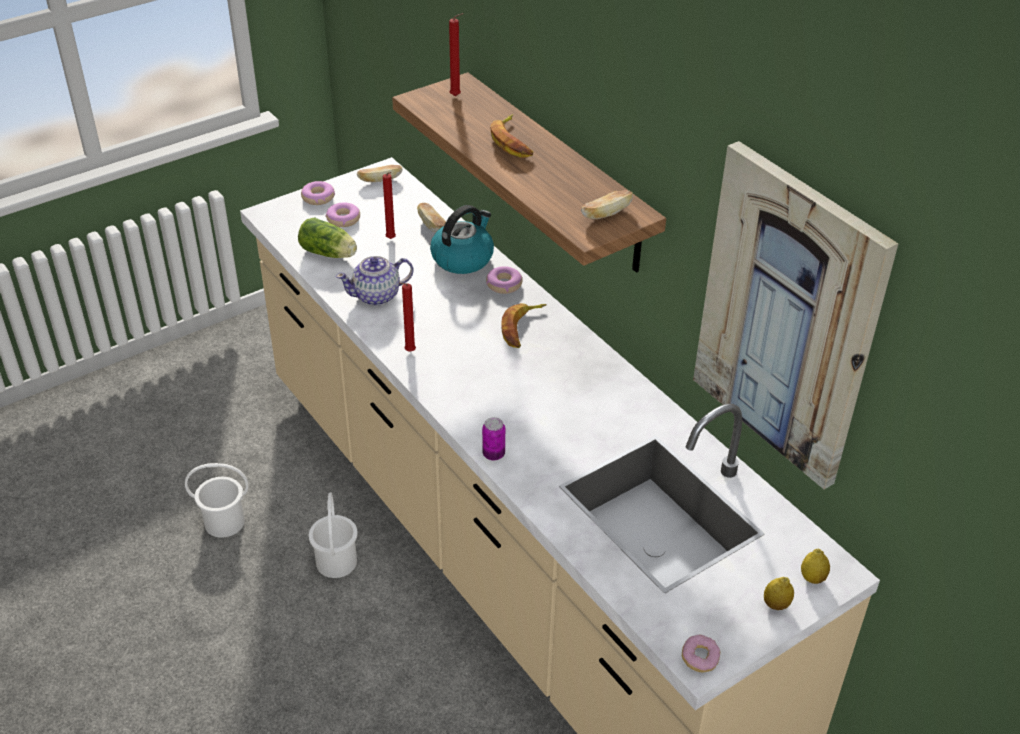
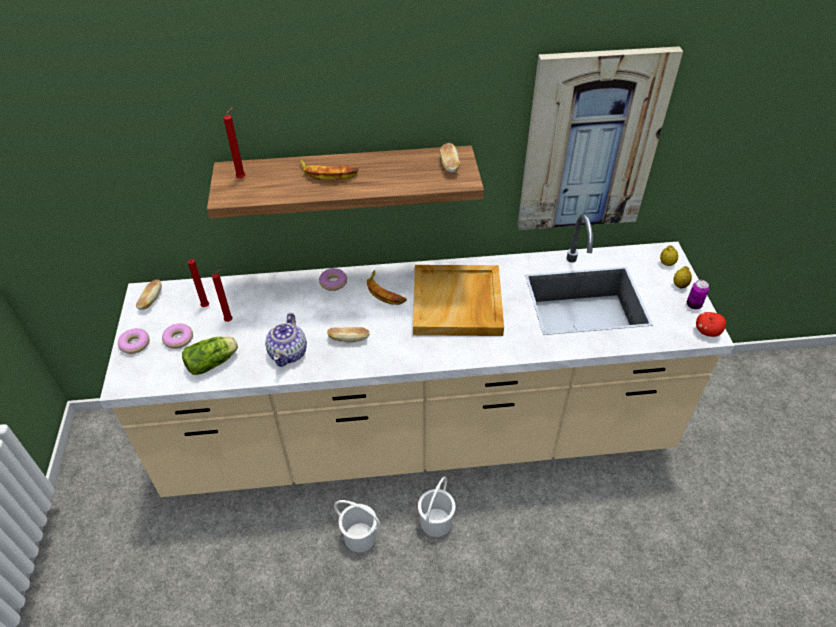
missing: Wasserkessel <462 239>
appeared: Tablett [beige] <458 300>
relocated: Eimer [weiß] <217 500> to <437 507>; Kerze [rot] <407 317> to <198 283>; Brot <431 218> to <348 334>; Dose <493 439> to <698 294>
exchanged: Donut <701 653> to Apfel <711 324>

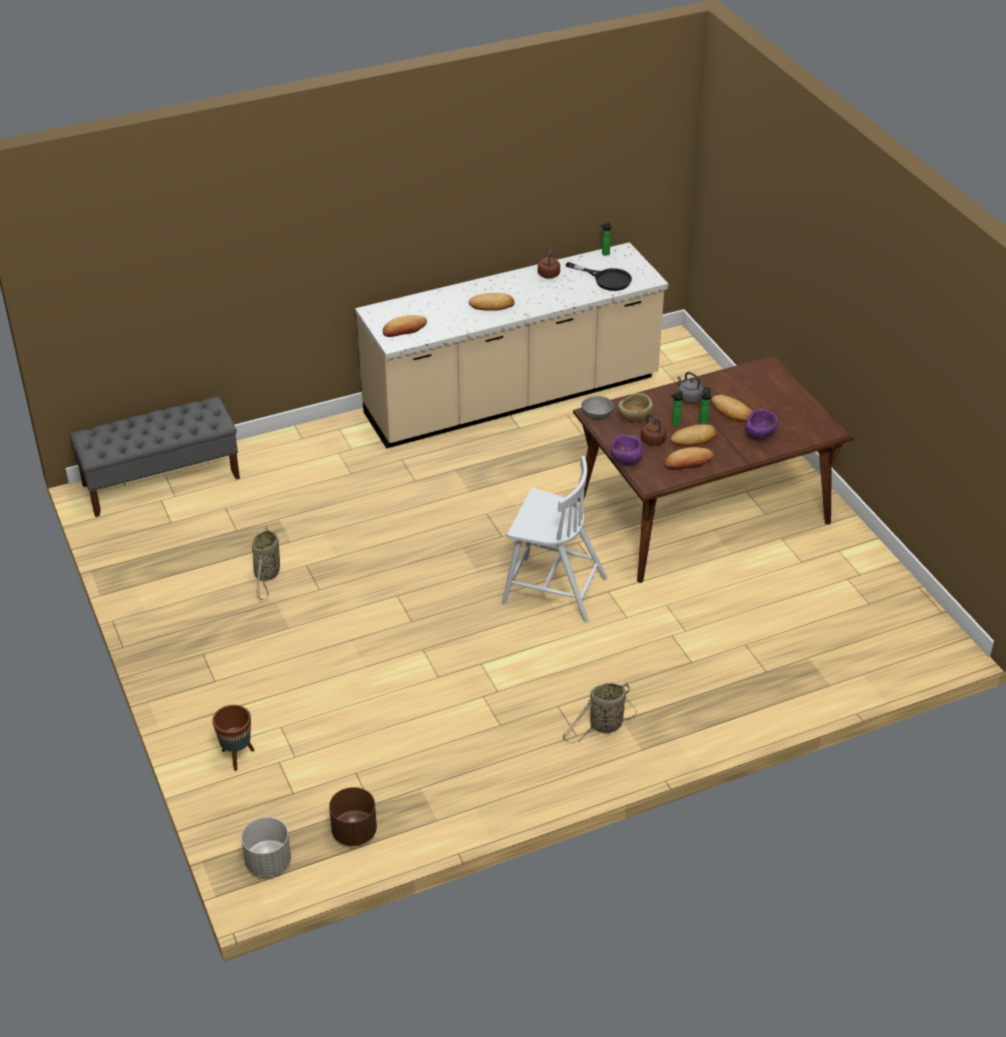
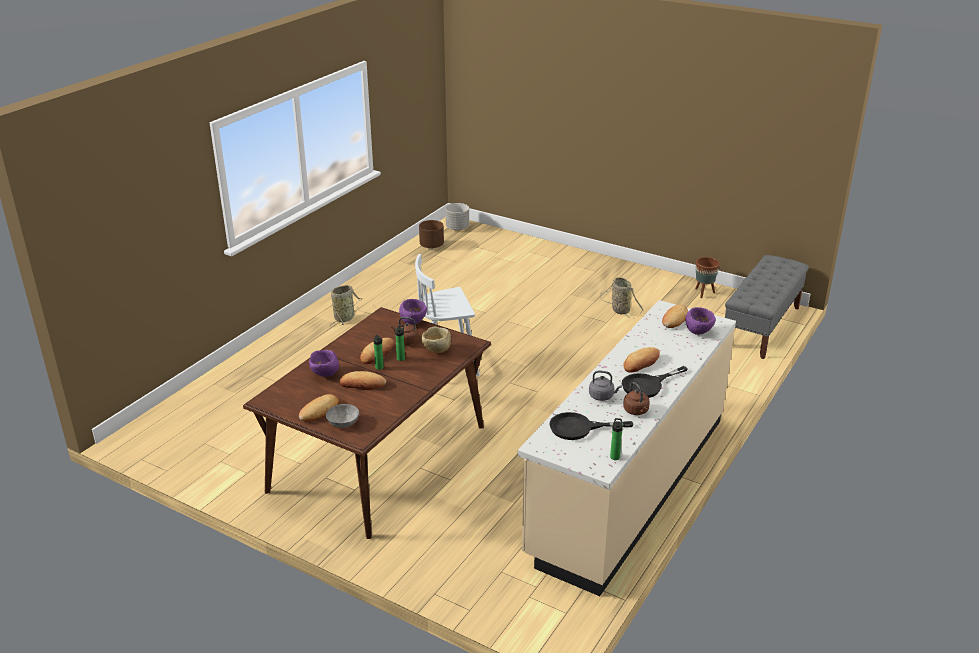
appeared: Pfanne [schwarz] <655 382>; Schüssel [lila] <700 321>
relocated: Pflanzkübel [braun] <233 738> to <707 277>; Schüssel [grau] <597 407> to <342 416>; Brot <689 458> to <319 408>; Wasserkessel [grau] <690 387> to <605 386>

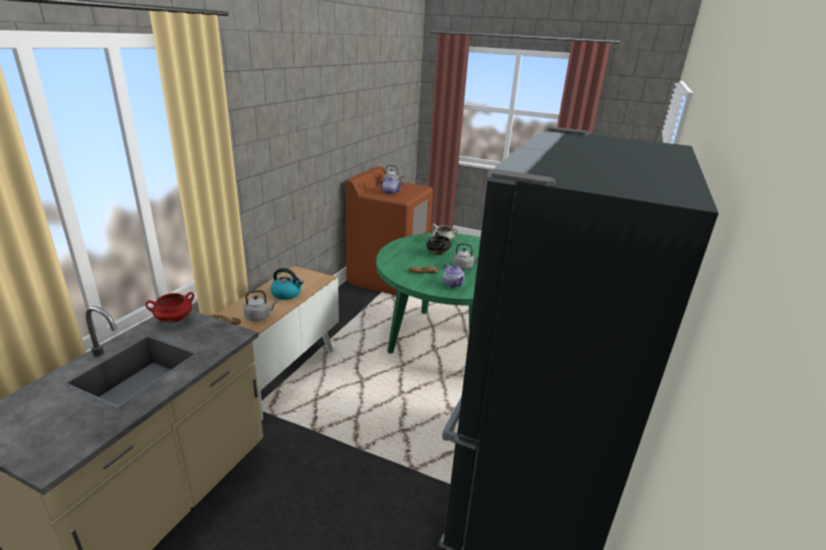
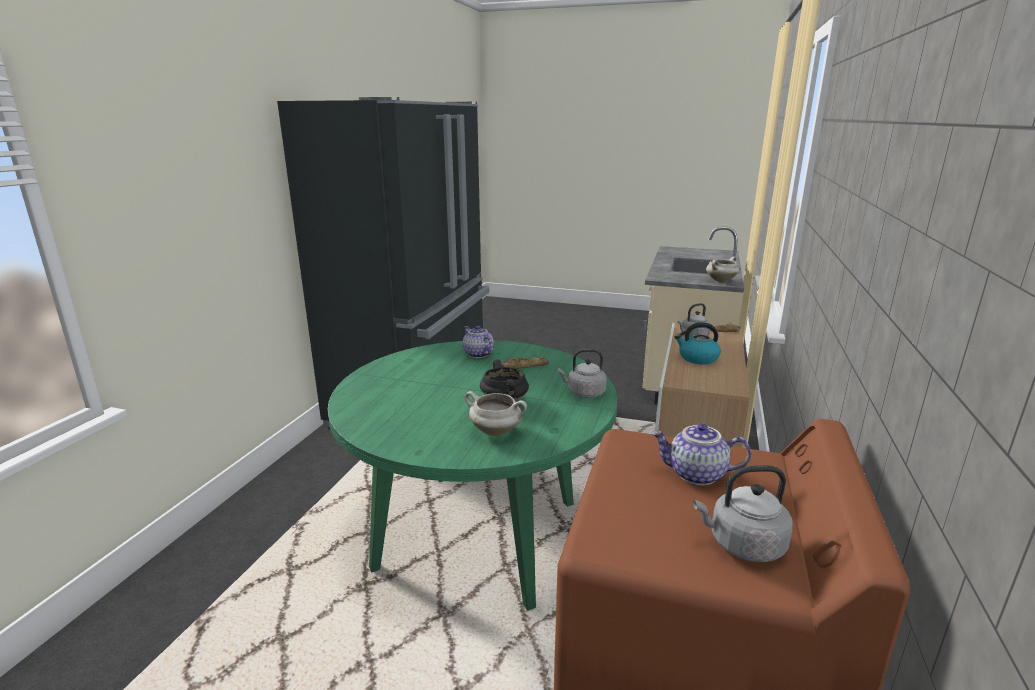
relocated: Wasserkessel [grau] <465 256> to <582 373>
colour: Kochtopf [rot] <169 307> to Kochtopf [weiß] <722 269>

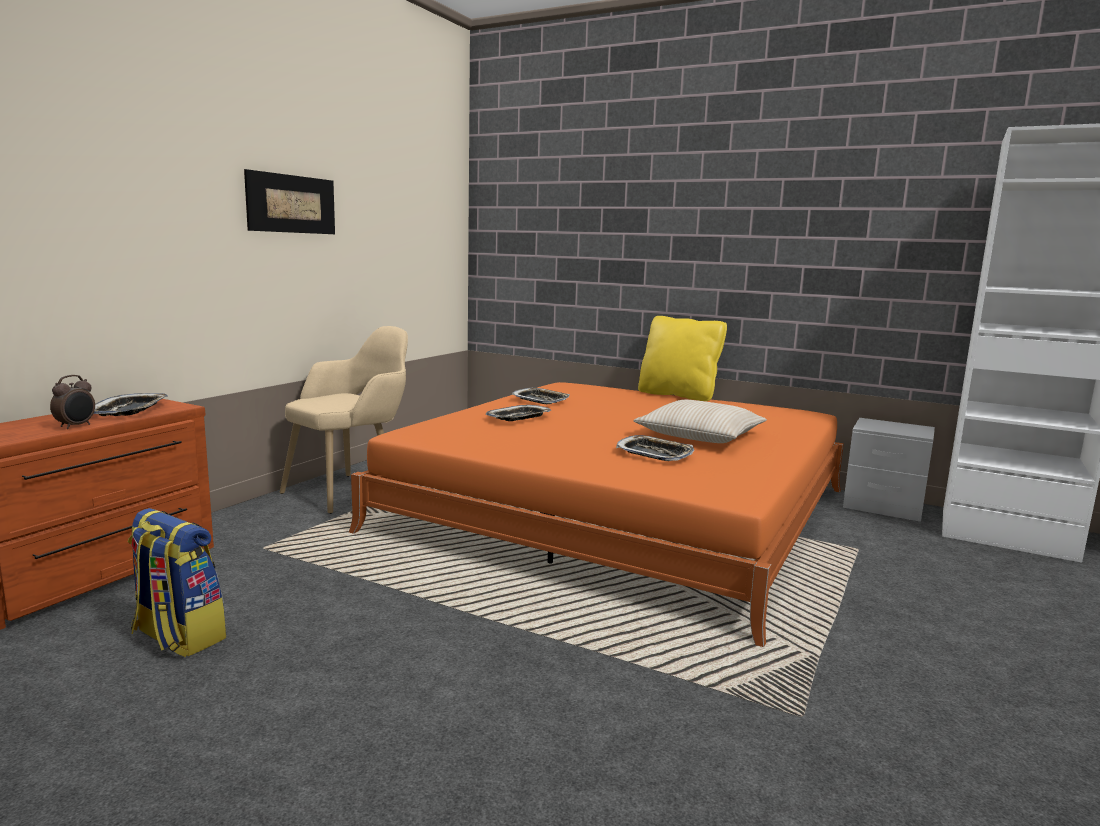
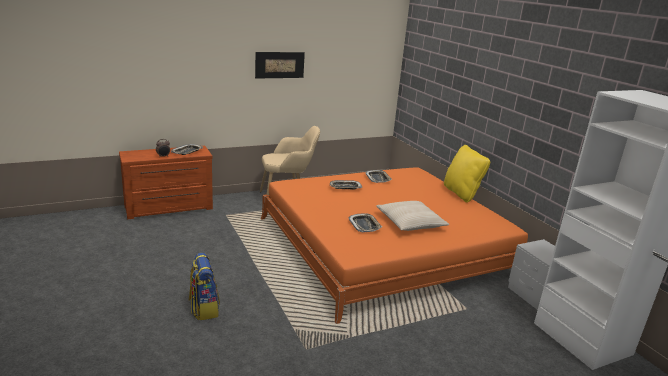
relocated: Rucksack <177 582> to <204 286>

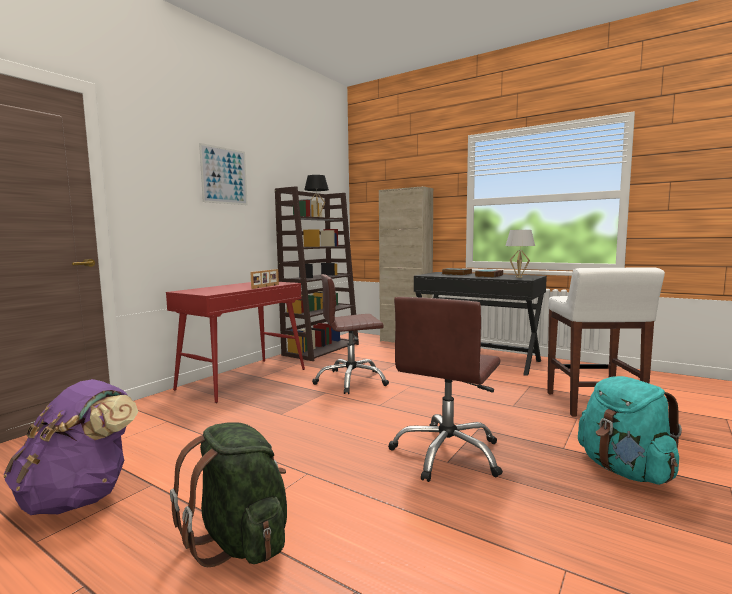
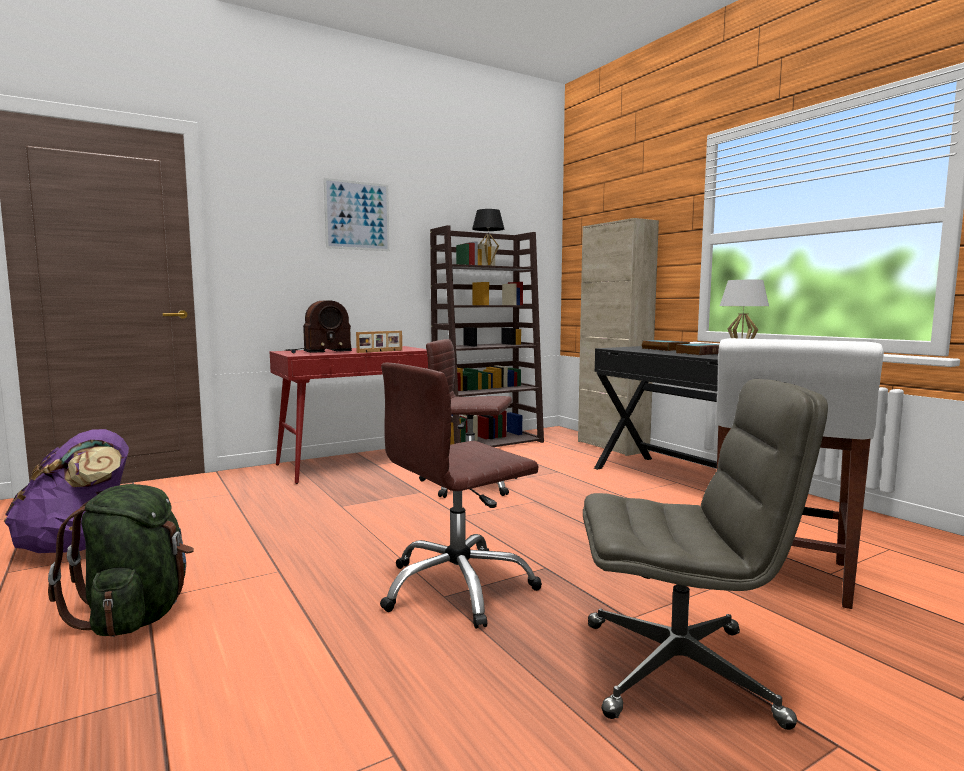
appeared: Radio <318 326>
exchanged: Rucksack [türkis] <630 430> to Bürostuhl [grau] <705 554>

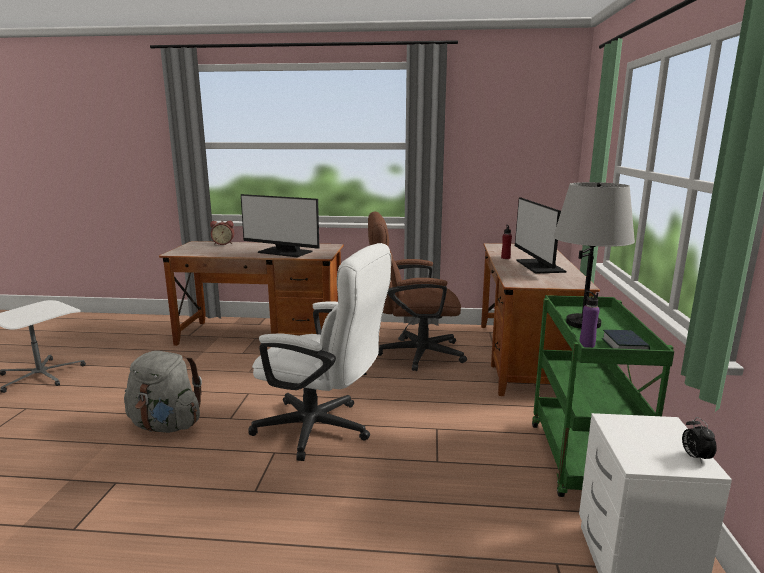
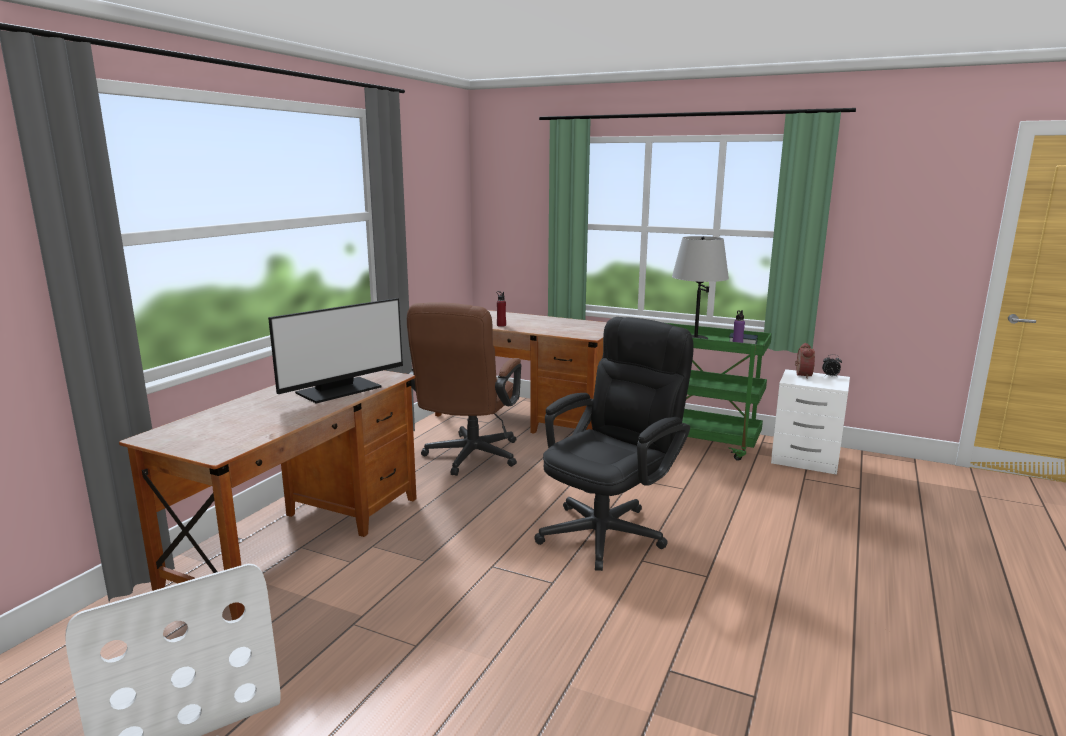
missing: Rucksack [grau] <163 392>; Monitor <540 236>
relocated: Wecker <222 233> to <805 360>
colour: Bürostuhl [weiß] <319 352> to Bürostuhl [schwarz] <614 444>

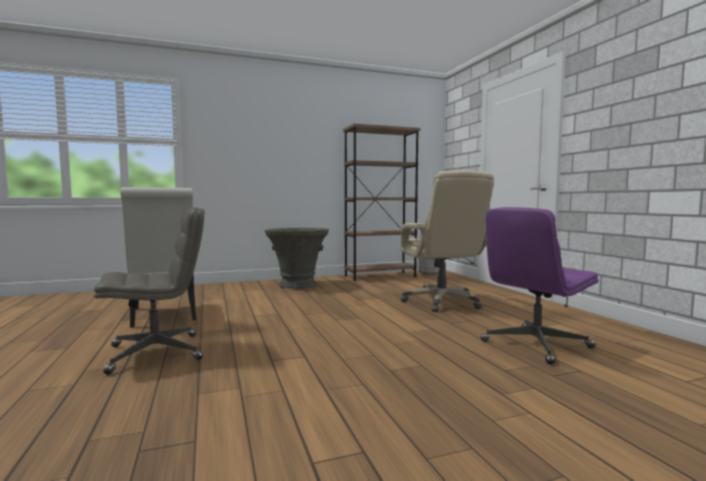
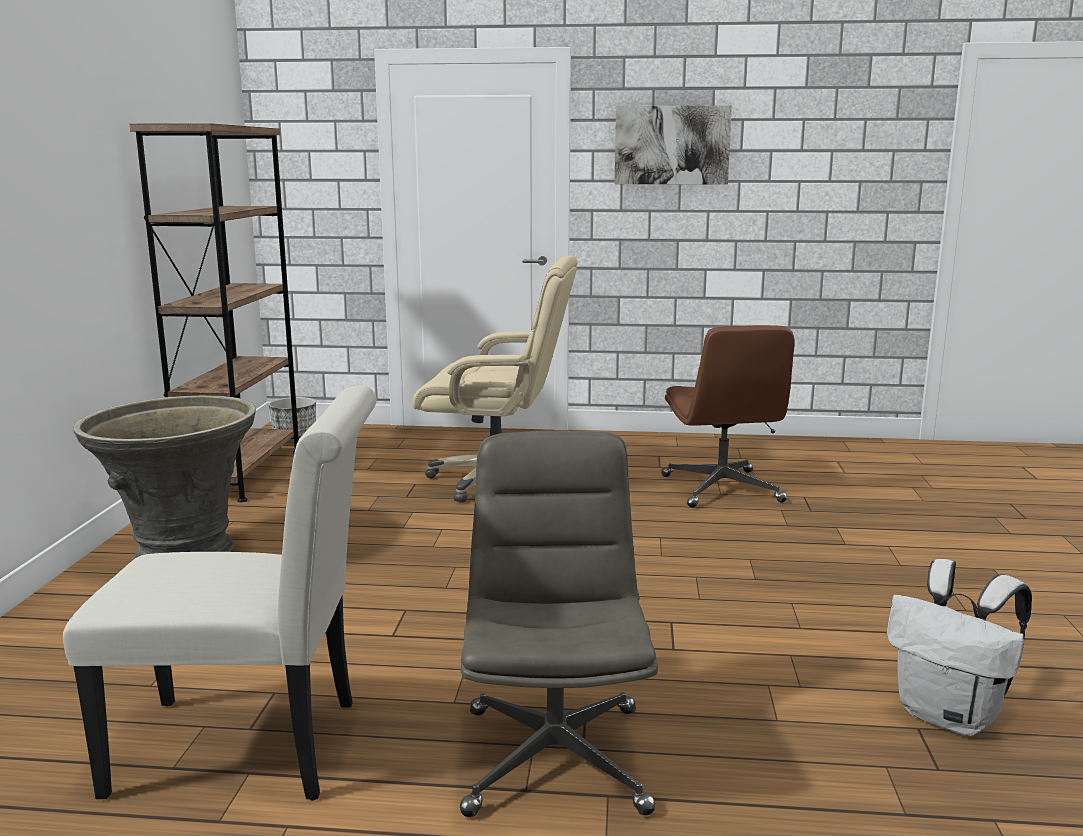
appeared: Bild <673 145>; Rucksack [weiß] <959 647>
colour: Bürostuhl [lila] <539 286> to Bürostuhl [braun] <728 416>

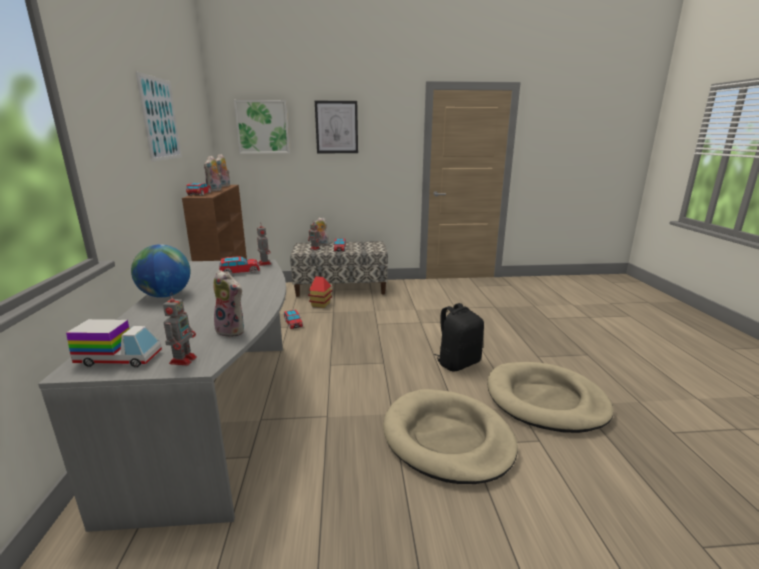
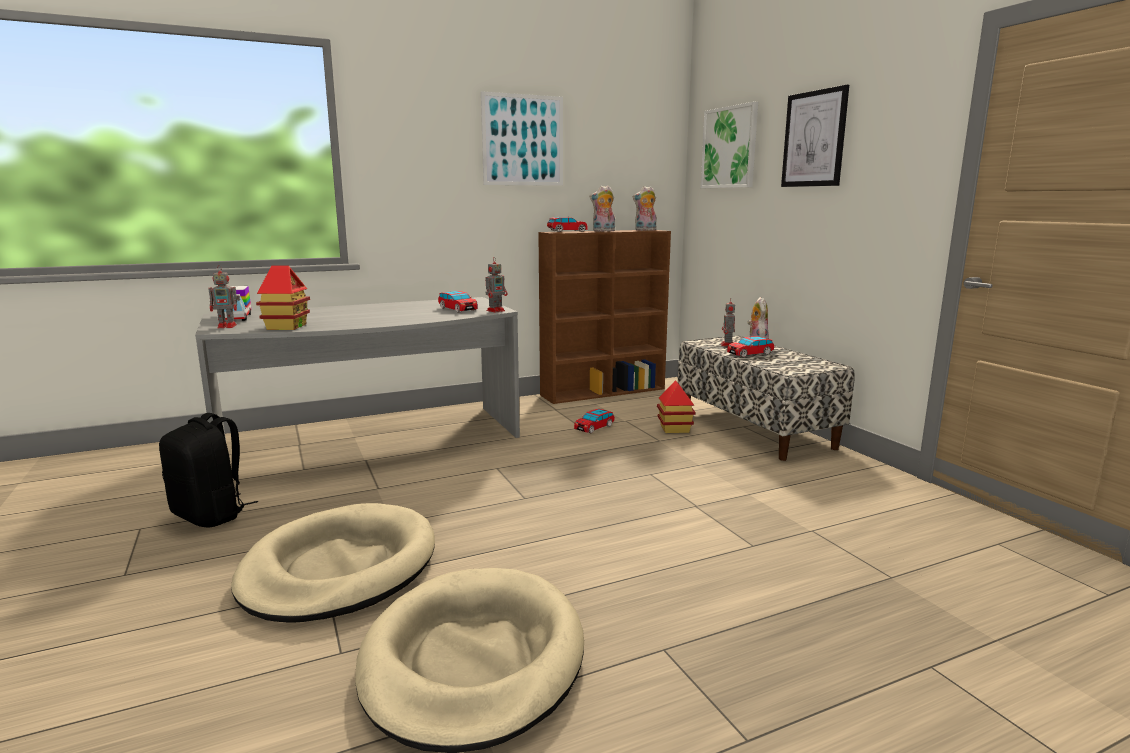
missing: Globus <161 271>
relocated: Rucksack [schwarz] <459 337> to <208 470>
exchanged: Plüschtier <228 304> to Spielzeughaus <283 298>

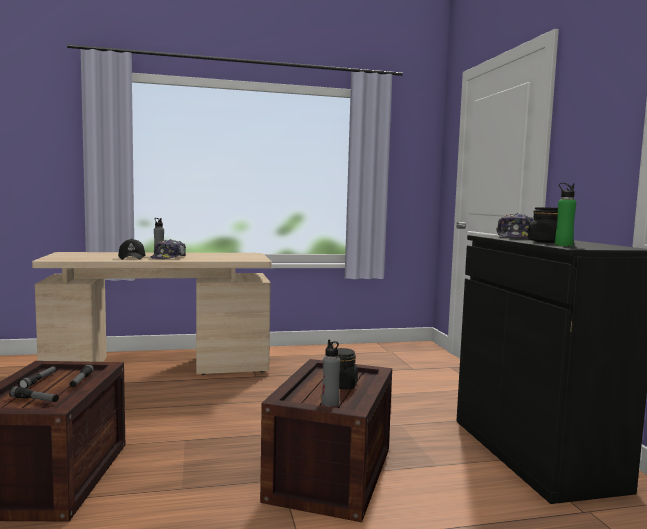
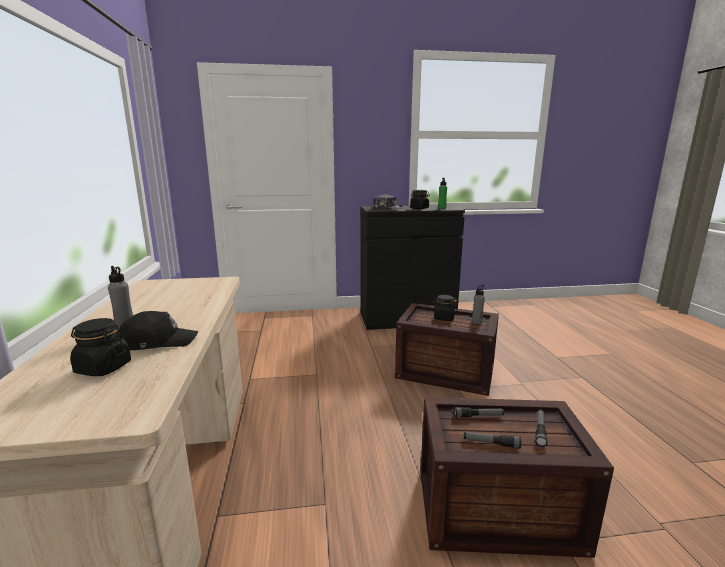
missing: Kappe <168 249>
appeared: Vorratsglas [schwarz] <100 347>

